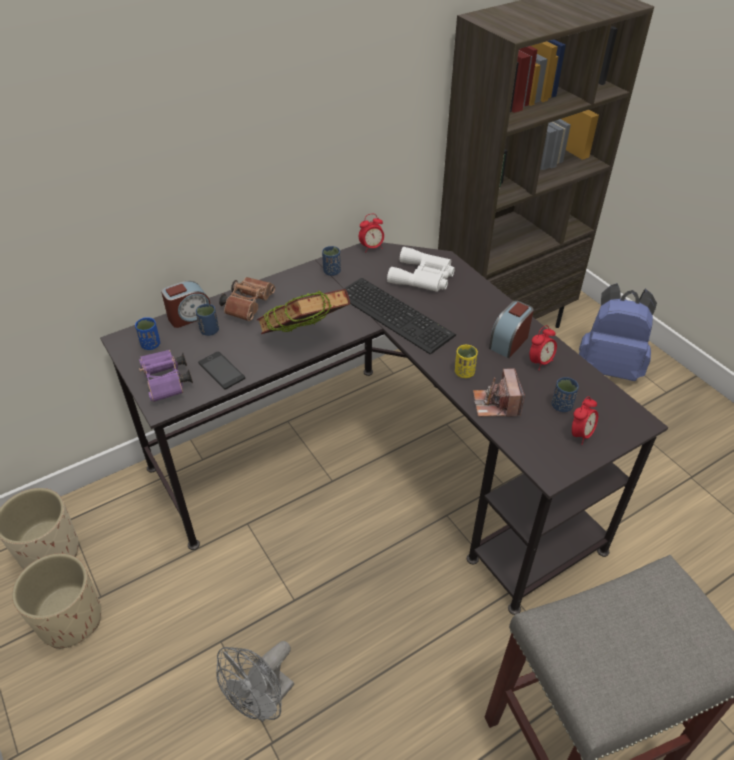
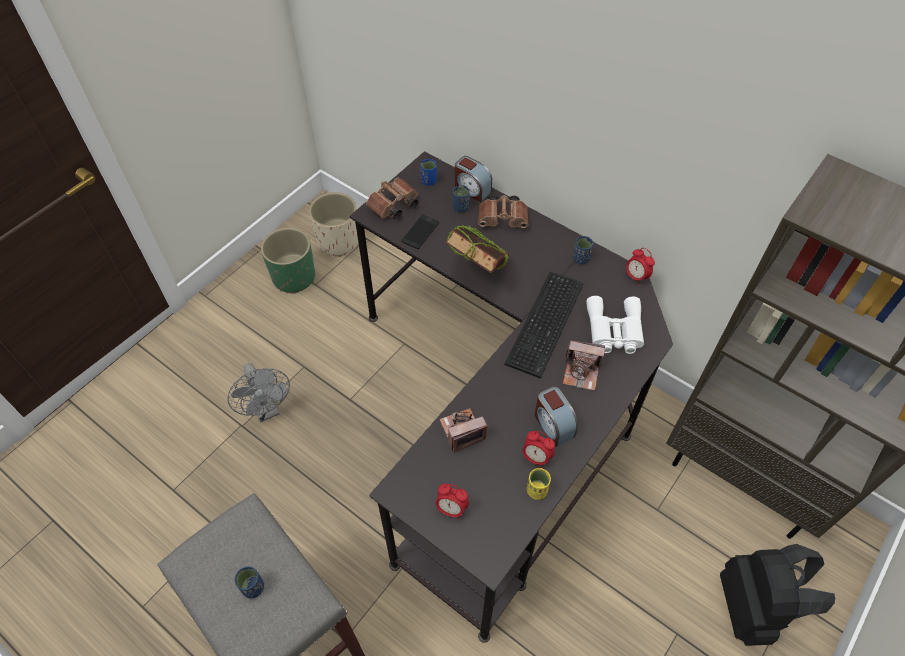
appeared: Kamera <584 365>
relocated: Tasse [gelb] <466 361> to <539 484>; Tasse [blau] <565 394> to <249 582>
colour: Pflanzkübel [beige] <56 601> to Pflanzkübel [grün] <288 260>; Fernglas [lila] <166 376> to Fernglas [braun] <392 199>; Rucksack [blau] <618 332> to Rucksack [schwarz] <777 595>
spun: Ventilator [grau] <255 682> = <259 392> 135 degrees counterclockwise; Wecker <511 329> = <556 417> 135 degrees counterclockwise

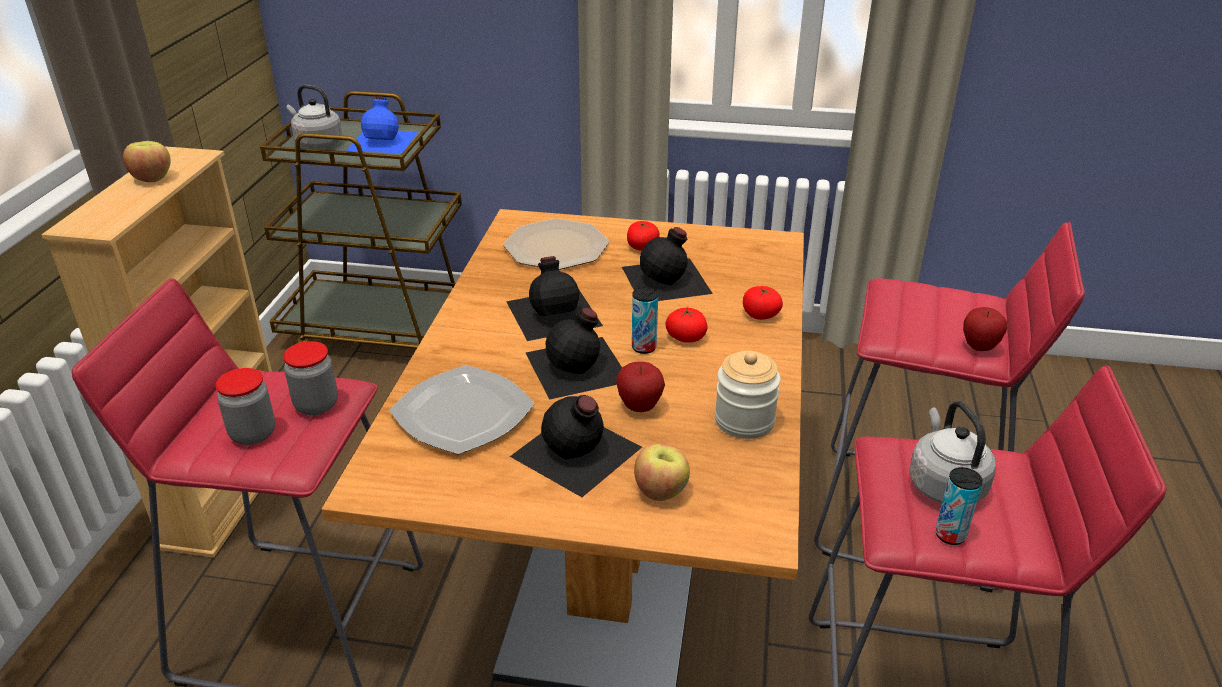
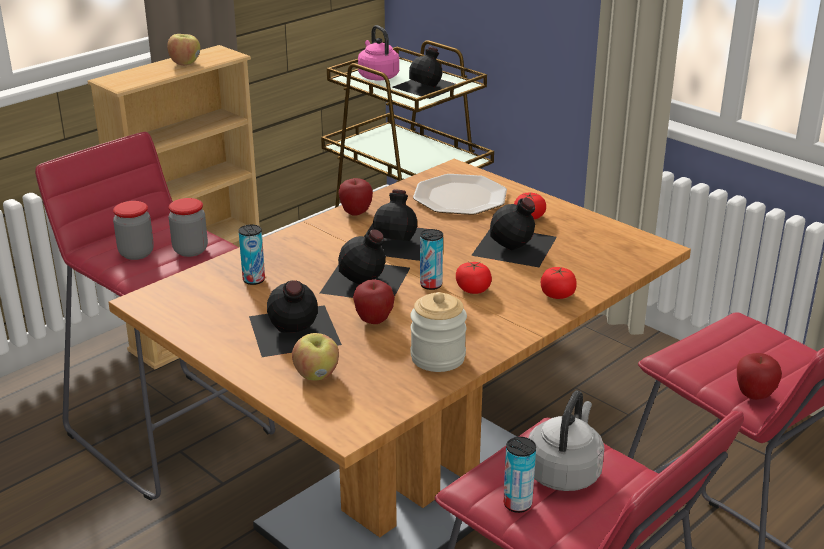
appeared: Apfel <356 197>
exchanged: Teller <462 410> to Dose <252 255>
colour: Wasserkessel [grau] <314 116> to Wasserkessel [rosa] <378 53>; Flasche [blau] <382 125> to Flasche [schwarz] <426 73>

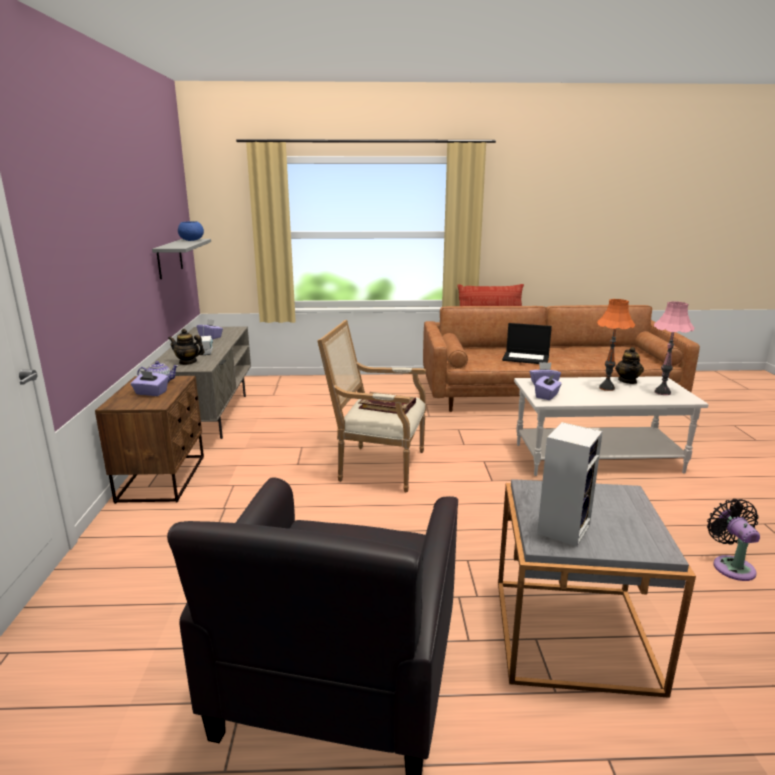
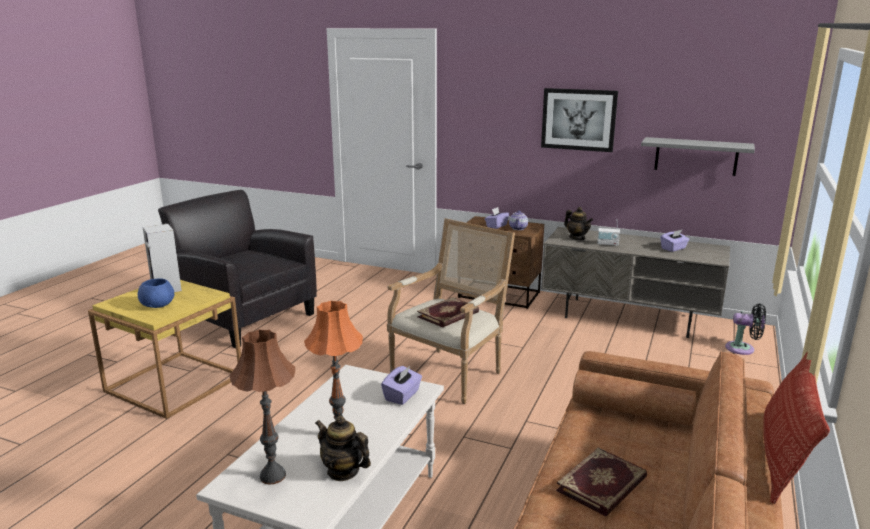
missing: Taschentuchbox [lila] <548 387>
appeared: Bild <579 120>
relocated: Schüssel [blau] <191 231> to <156 293>; Ventilator [schwarz] <733 540> to <745 329>
exchanged: Laptop <527 343> to Buch <601 482>
colour: Beistelltisch [grau] <597 588> to Beistelltisch [gelb] <164 349>; Tischlampe [rosa] <674 348> to Tischlampe [braun] <262 406>
spun: Teekanne <186 347> = <578 223> 105 degrees clockwise

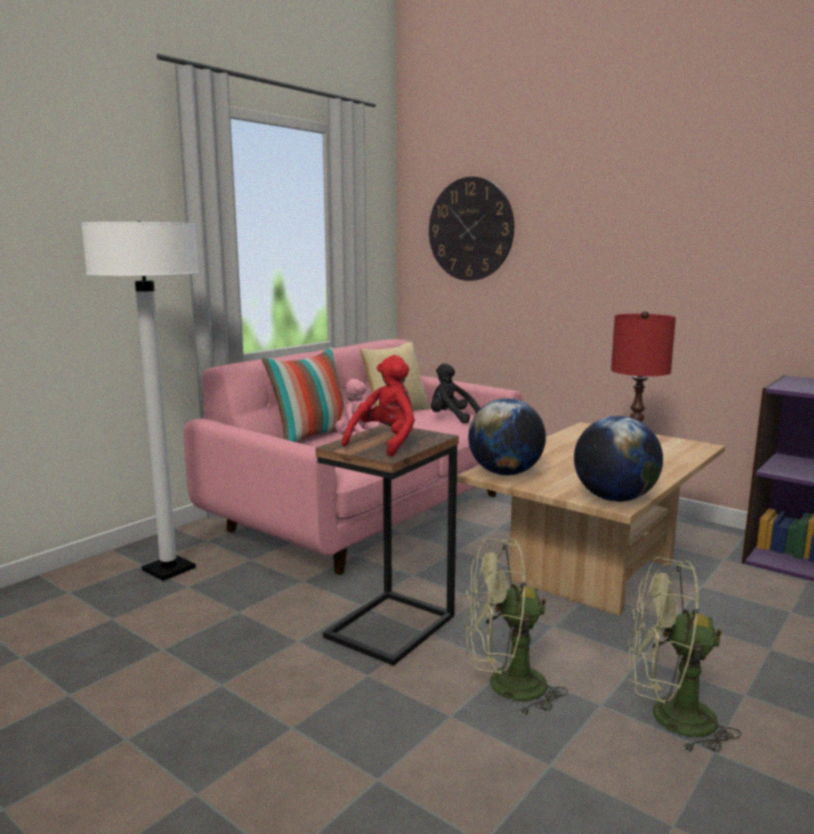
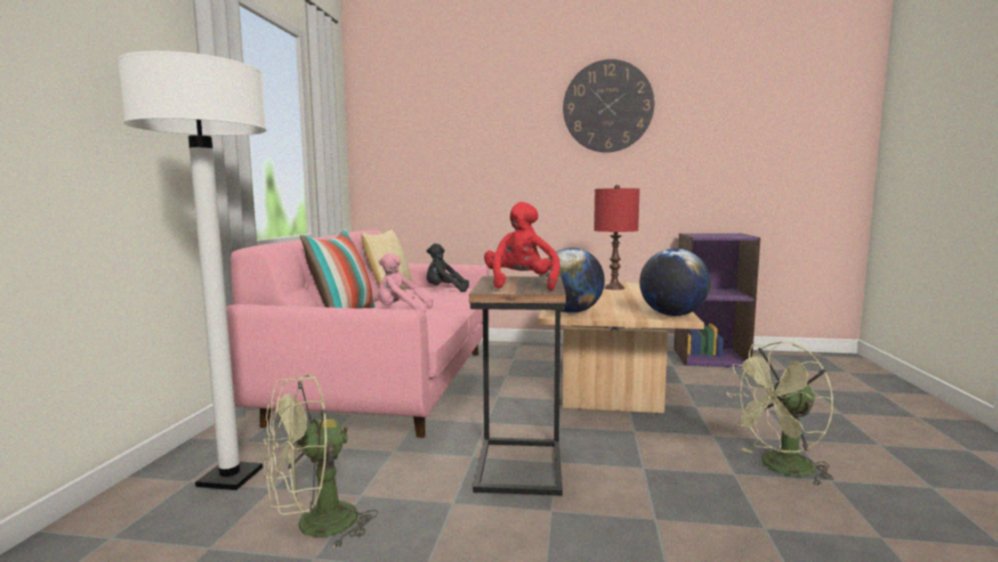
relocated: Wanduhr <471 229> to <608 106>; Ventilator [grün] <516 627> to <320 461>

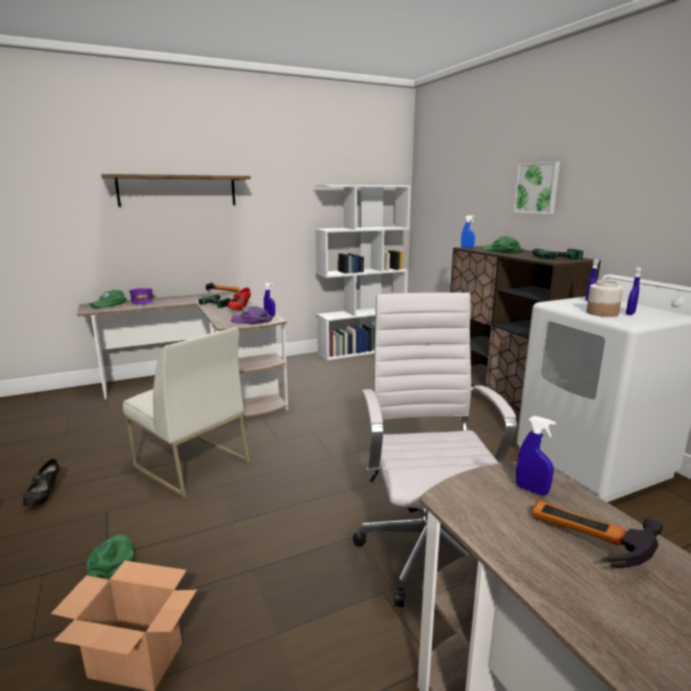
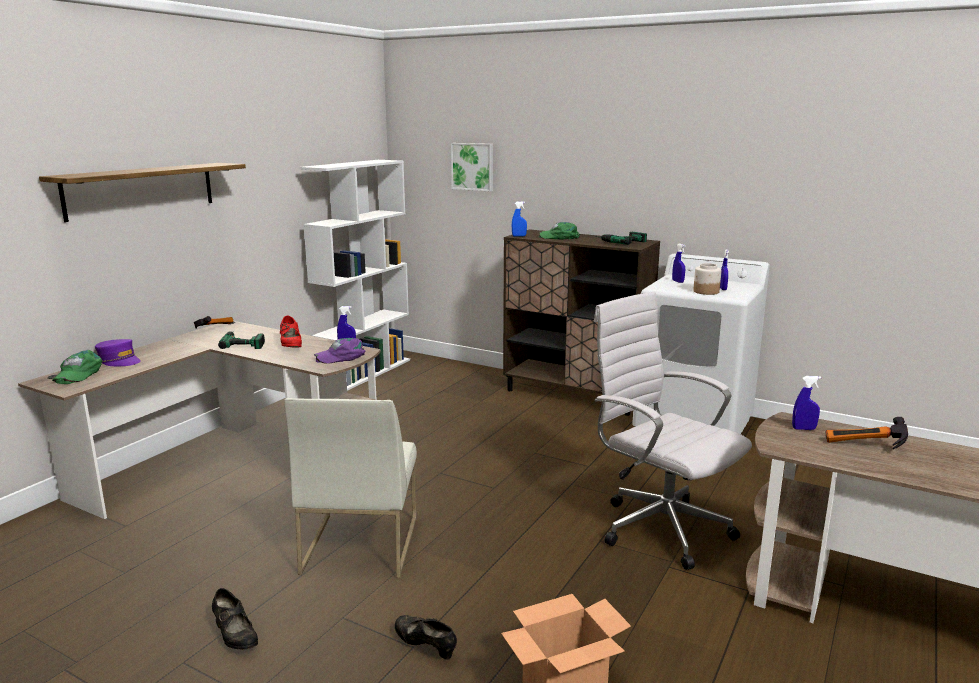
relocated: Bild <536 187> to <472 167>
exchanged: Kappe [grün] <110 557> to Schuh [schwarz] <426 637>
spun: Stuhl [weiß] <186 412> = <351 488> 90 degrees clockwise

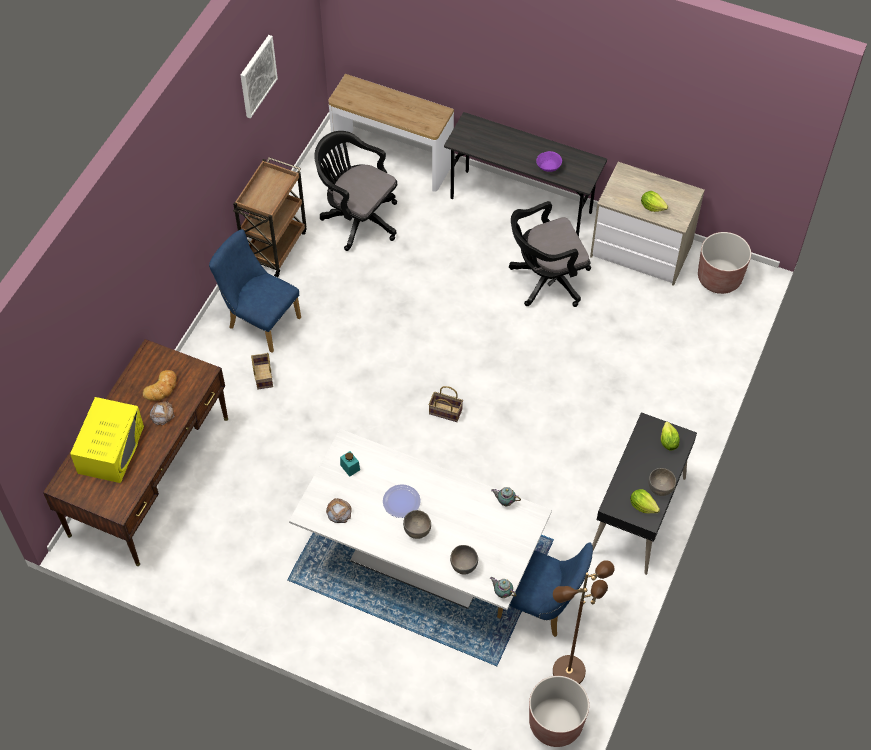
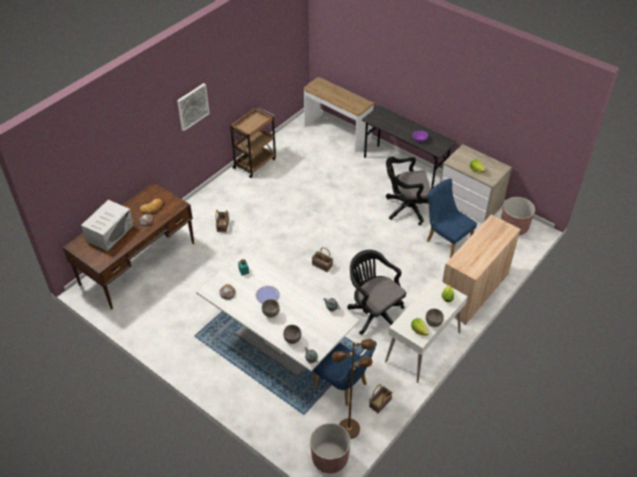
appeared: Korb <381 398>; Schrank [beige] <481 270>
relocated: Stuhl [blau] <255 291> to <452 218>; Bild <259 76> to <193 107>; Bürostuhl [schwarz] <355 191> to <376 292>
colour: Mikrowelle [gelb] <107 440> to Mikrowelle [weiß] <107 225>; Schreibtisch [schwarz] <644 493> to Schreibtisch [weiß] <426 330>

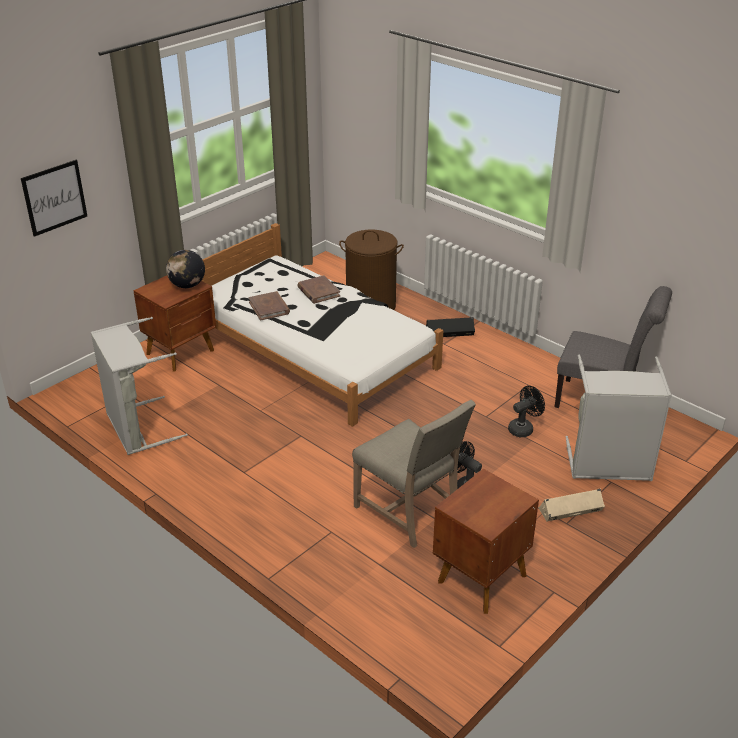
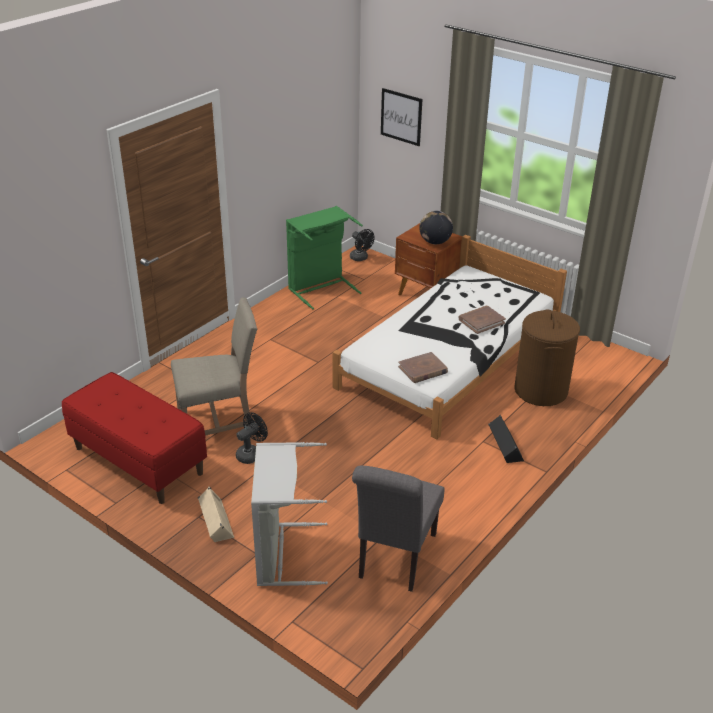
relocated: Buch [braun] <269 306> to <423 367>; Ventilator [schwarz] <526 411> to <362 245>
exchanged: Nachttisch [braun] <486 541> to Bank [rot] <134 438>
colour: Wäschekorb [grau] <139 386> to Wäschekorb [grün] <324 258>
spun: Stuhl [beige] <414 474> = <214 366> 150 degrees counterclockwise

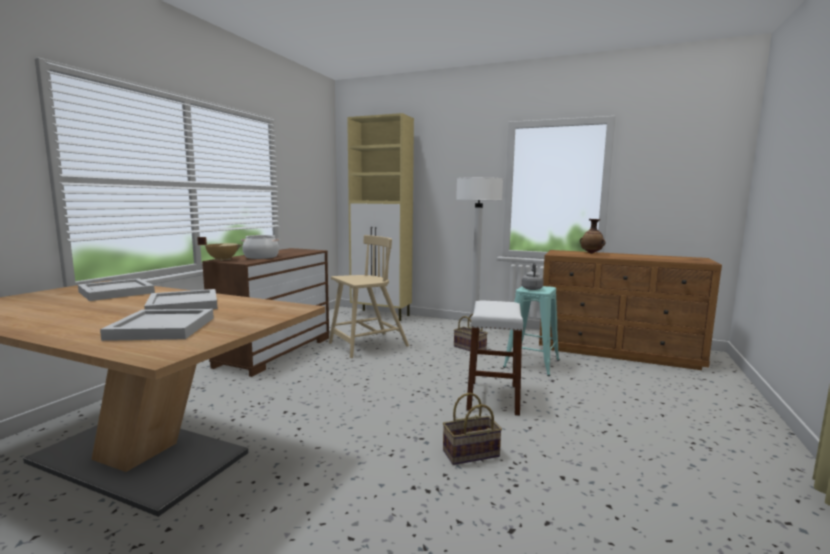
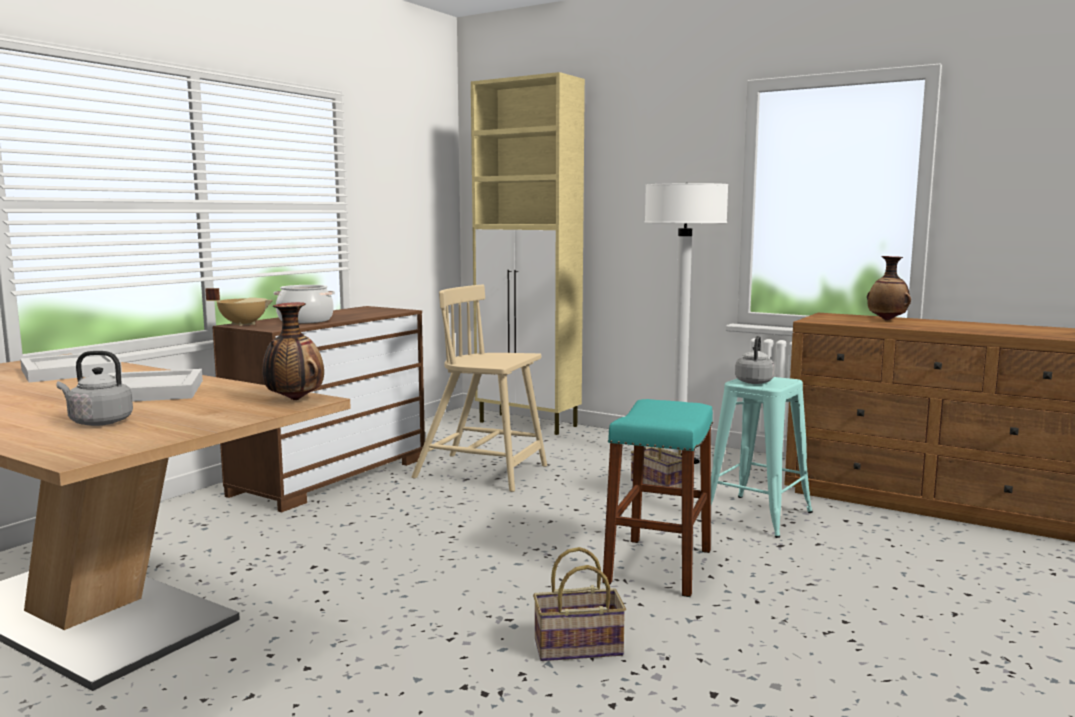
appeared: Vase <293 351>
exchanged: Tablett [weiß] <157 325> to Wasserkessel [grau] <95 388>
colour: Hocker [weiß] <495 358> to Hocker [türkis] <657 498>
spun: Stuhl [beige] <369 296> = <479 388> 135 degrees counterclockwise

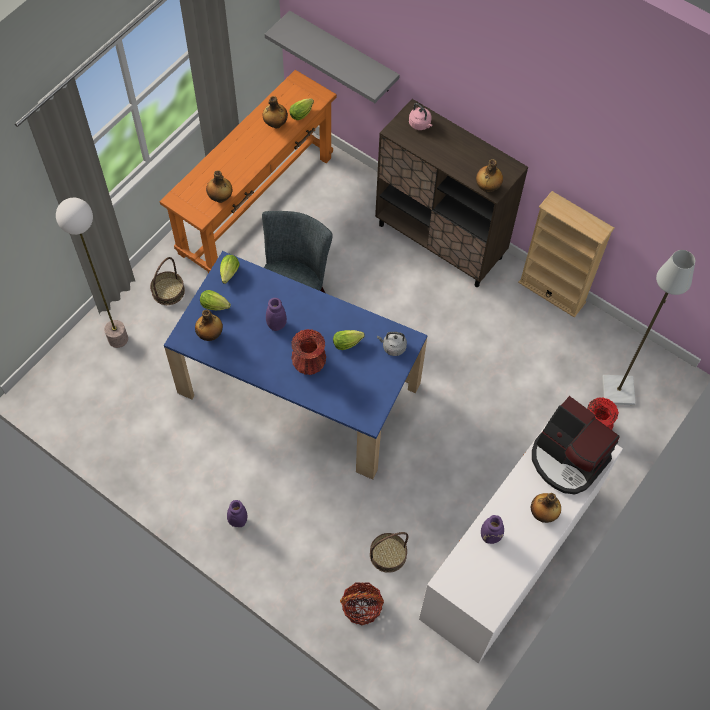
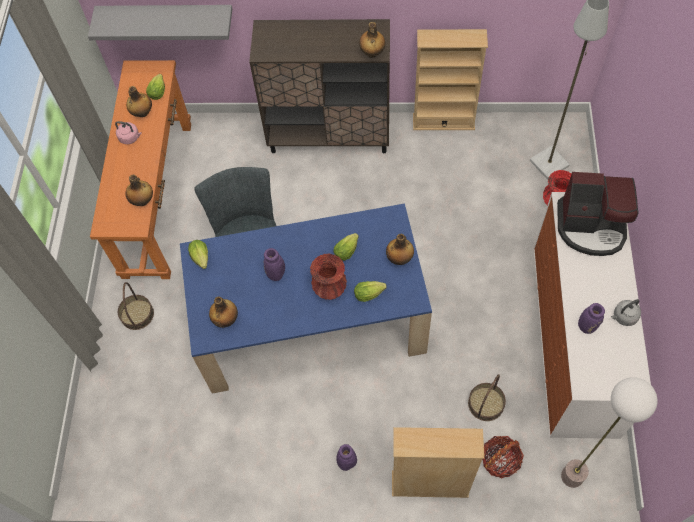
appeared: Bücherregal [beige] <438 462>
relocated: Stehlampe <92 273> to <609 432>; Salatkopf <215 300> to <370 291>; Wasserkessel [grau] <392 344> to <626 312>; Wasserkessel [rosa] <420 116> to <128 132>; Flasche <545 508> to <400 249>

